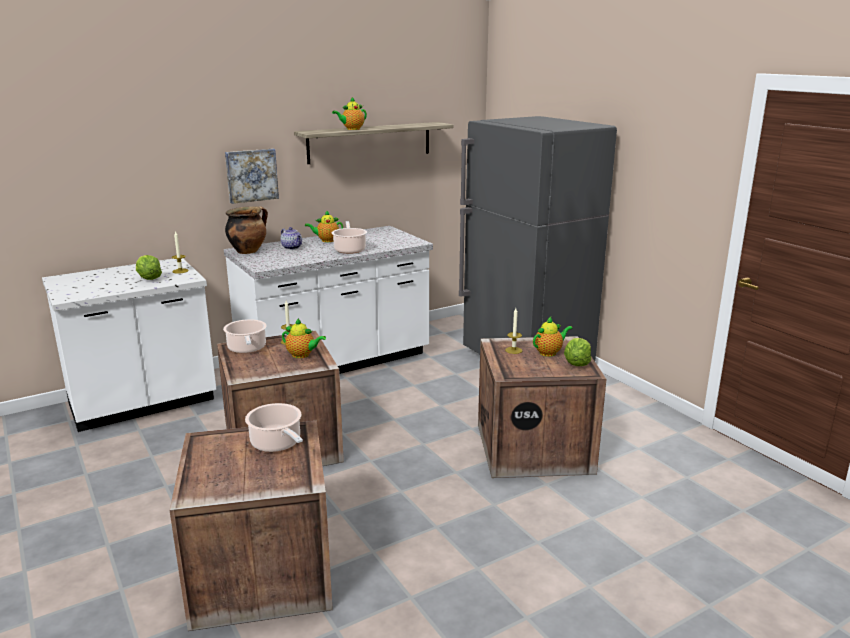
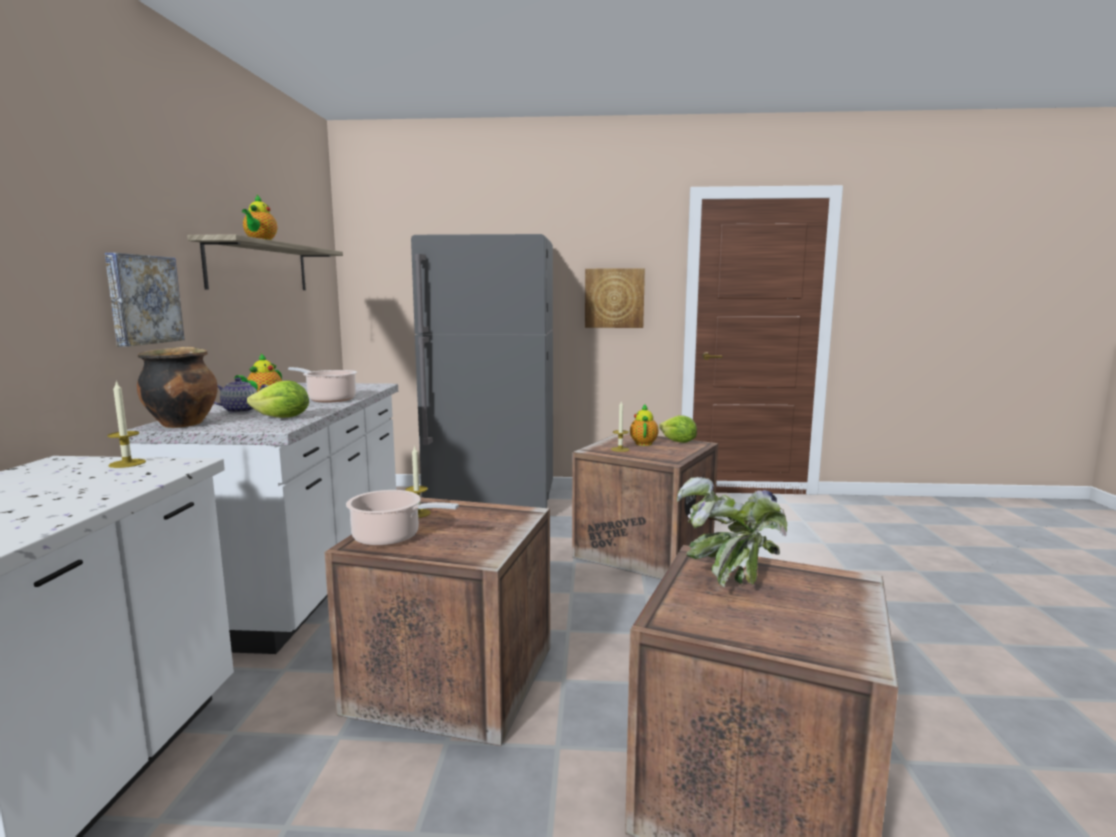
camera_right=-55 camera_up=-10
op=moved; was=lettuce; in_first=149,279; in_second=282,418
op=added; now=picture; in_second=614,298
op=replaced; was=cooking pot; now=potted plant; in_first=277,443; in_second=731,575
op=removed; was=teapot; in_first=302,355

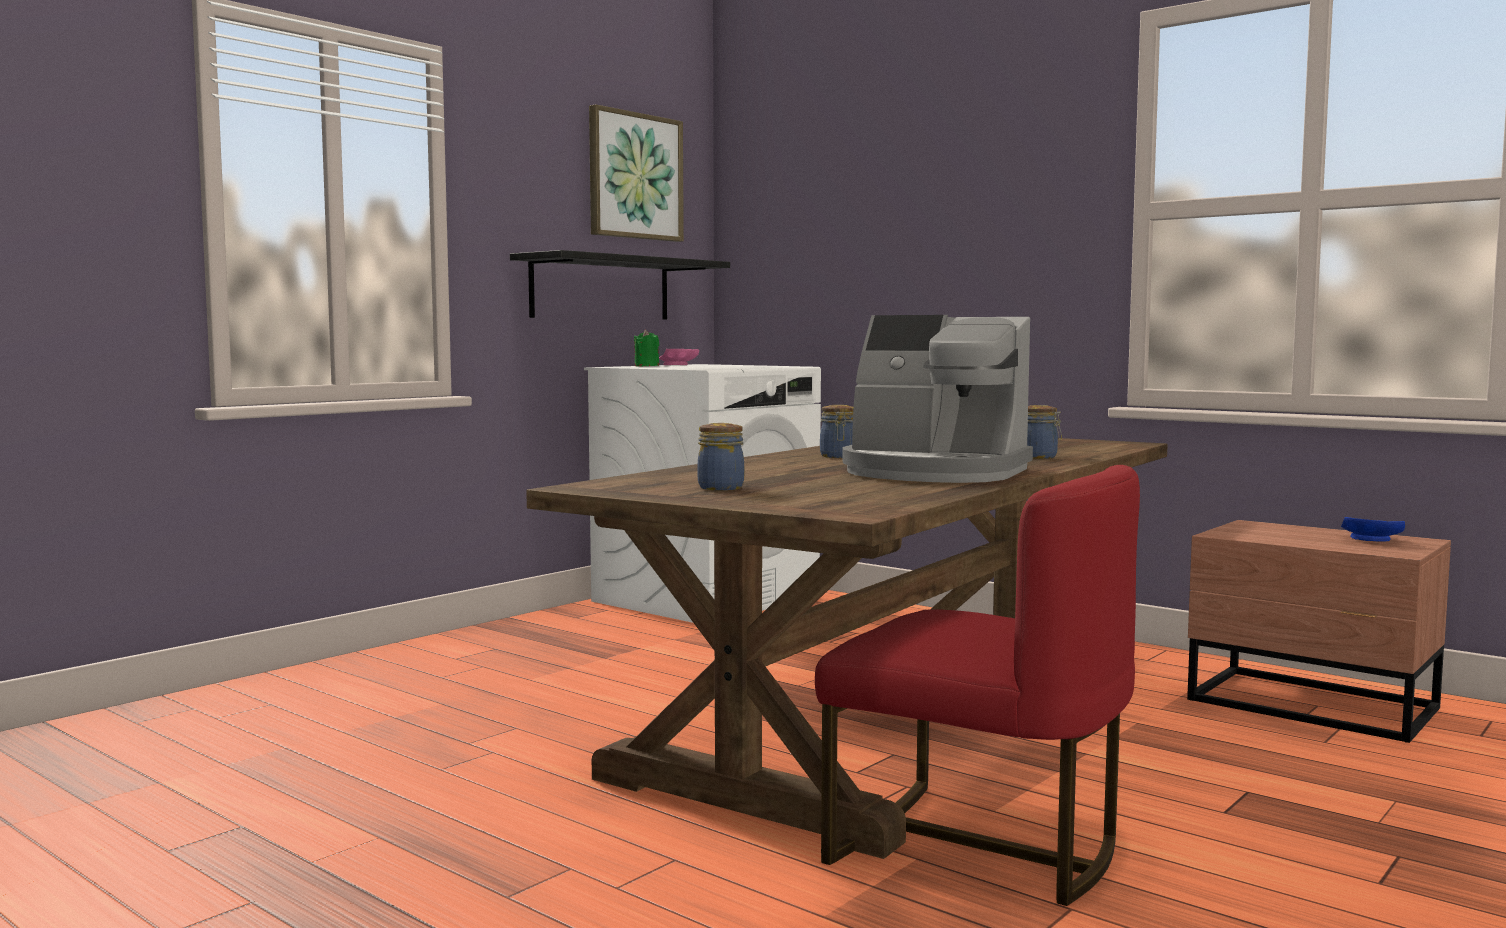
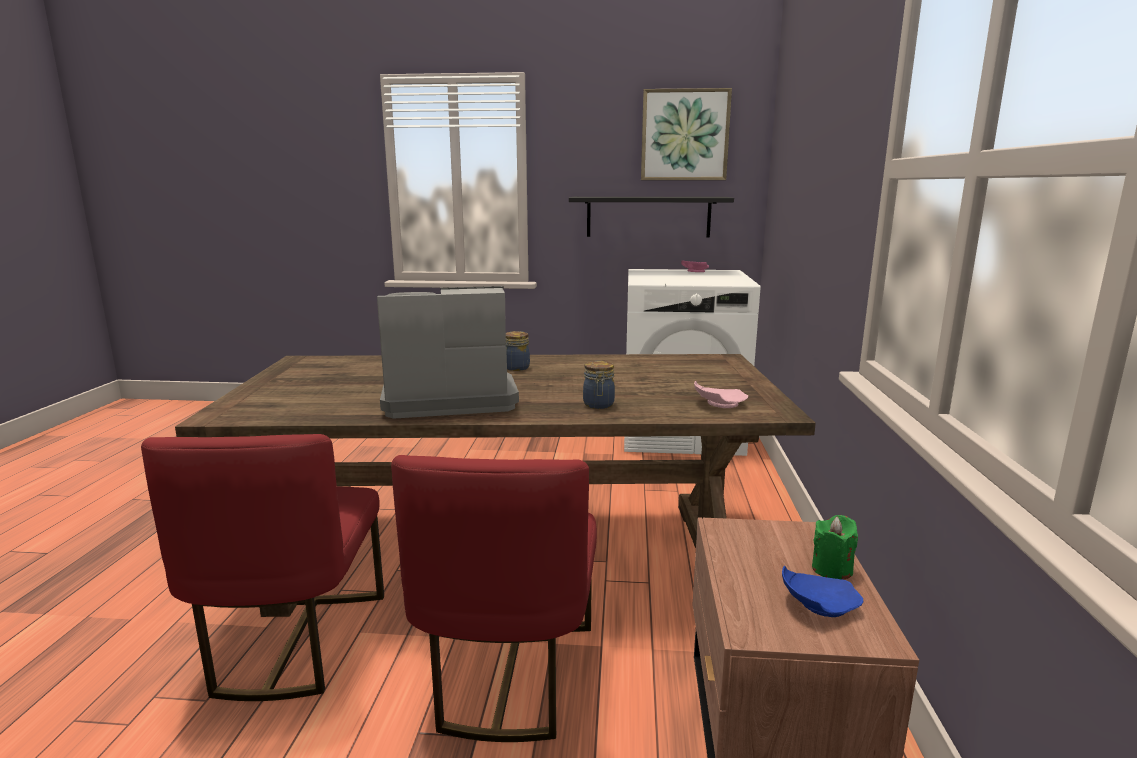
camera_right=55 camera_up=10
op=turned; was=coffee machine; in_first=934,472; in_second=448,398; clockwise=90
op=added; now=chair (red); in_second=507,674
op=added; now=plate (pink); in_second=718,404
op=moved; was=candle (green); in_first=646,366; in_second=832,569
op=removed; was=jar; in_first=720,487

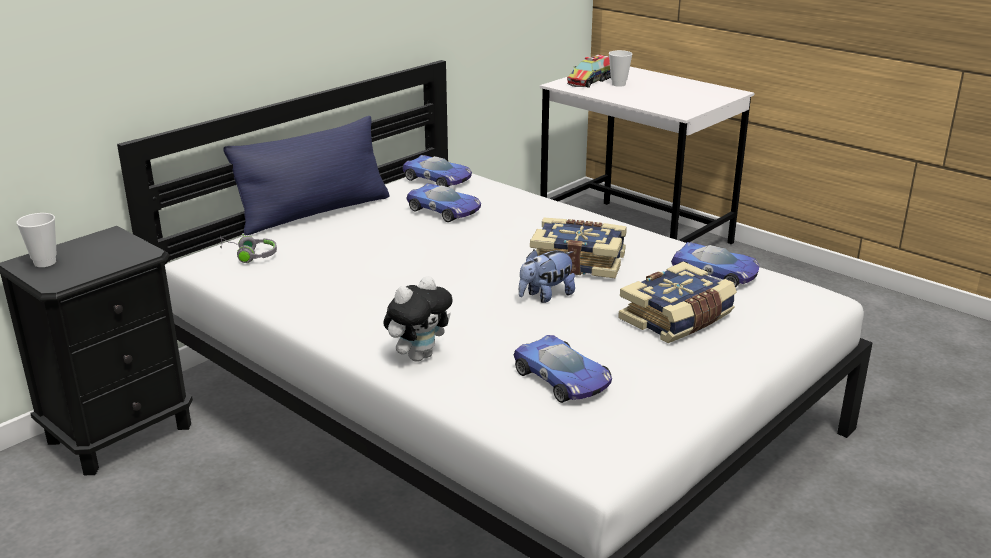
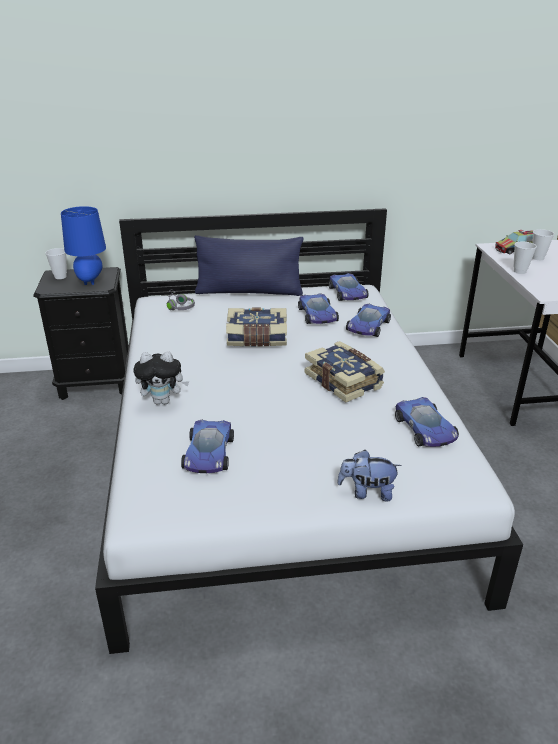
camera_right=40 camera_up=5
op=added; now=table lamp (blue); in_second=90,281
op=moved; was=book; in_first=678,319; in_second=257,338
op=moved; was=plush toy; in_first=546,296; in_second=367,492
op=added; now=toy car; in_second=367,326
op=added; now=cup; in_second=520,271

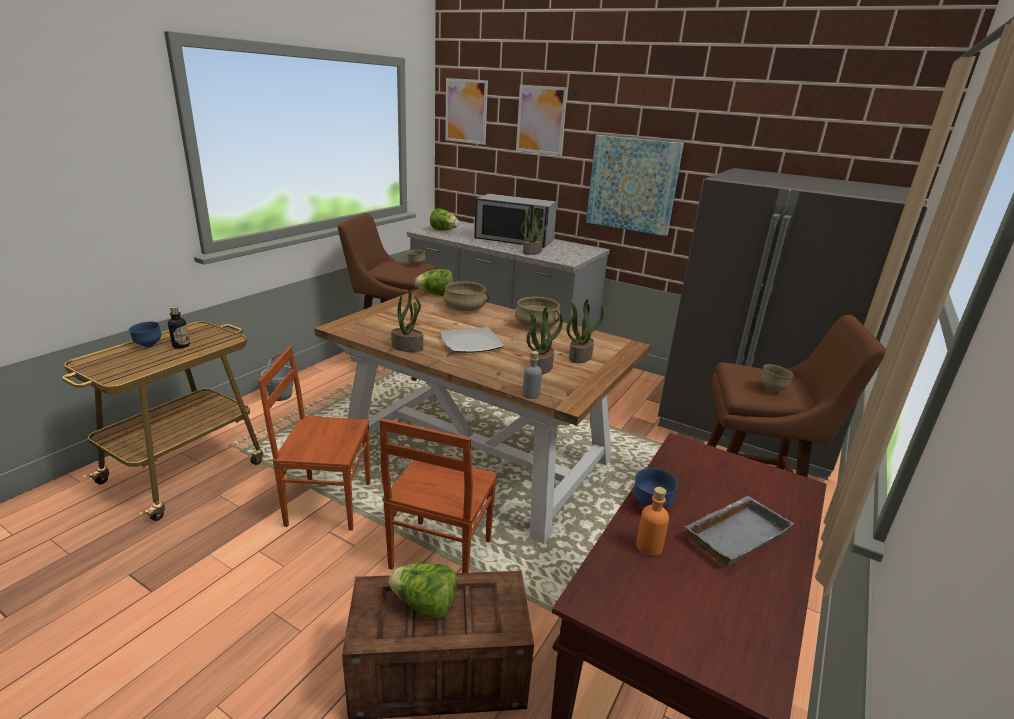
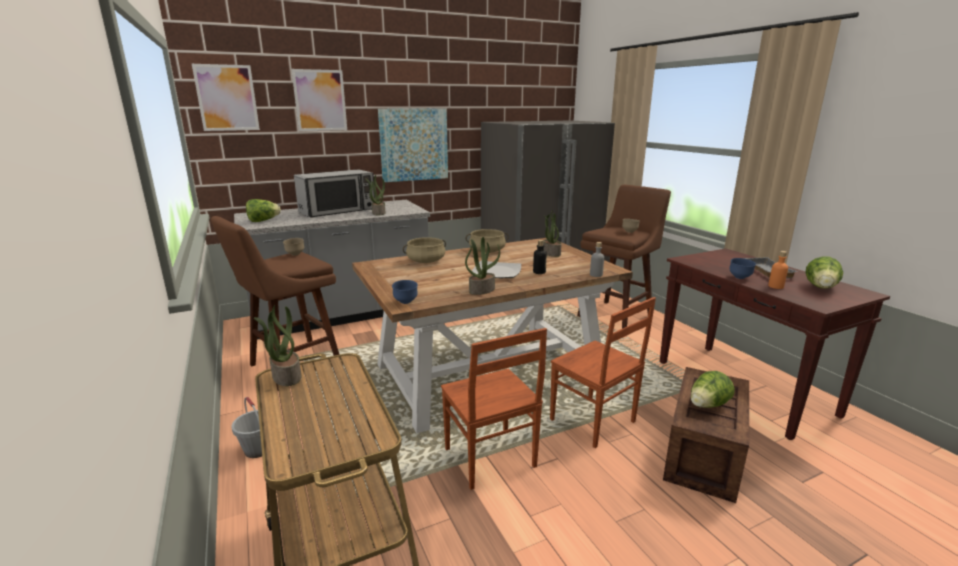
camera_right=-55 camera_up=-5
op=moved; was=potted plant; in_first=540,367; in_second=286,376
op=moved; was=bowl (blue); in_first=148,345; in_second=405,302
op=turned; was=chair (brown); in_first=328,502; in_second=489,459; clockwise=-60
op=moved; was=bottle; in_first=181,345; in_second=539,272
op=moved; was=lettuce; in_first=436,295; in_second=821,288

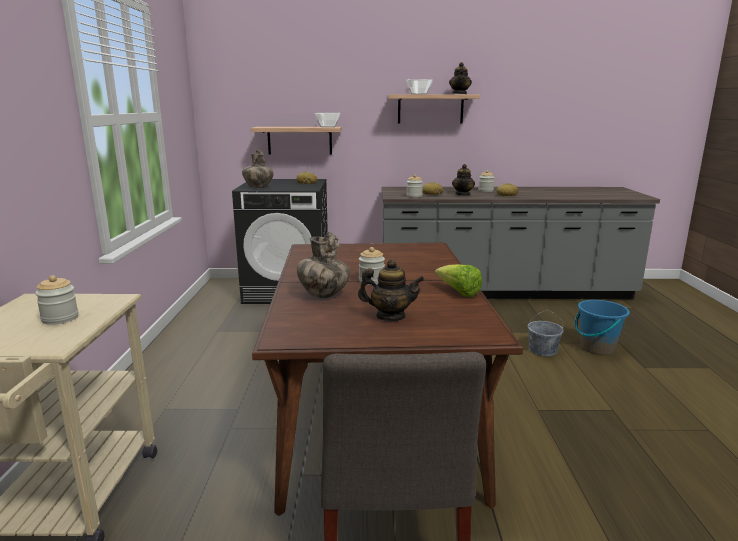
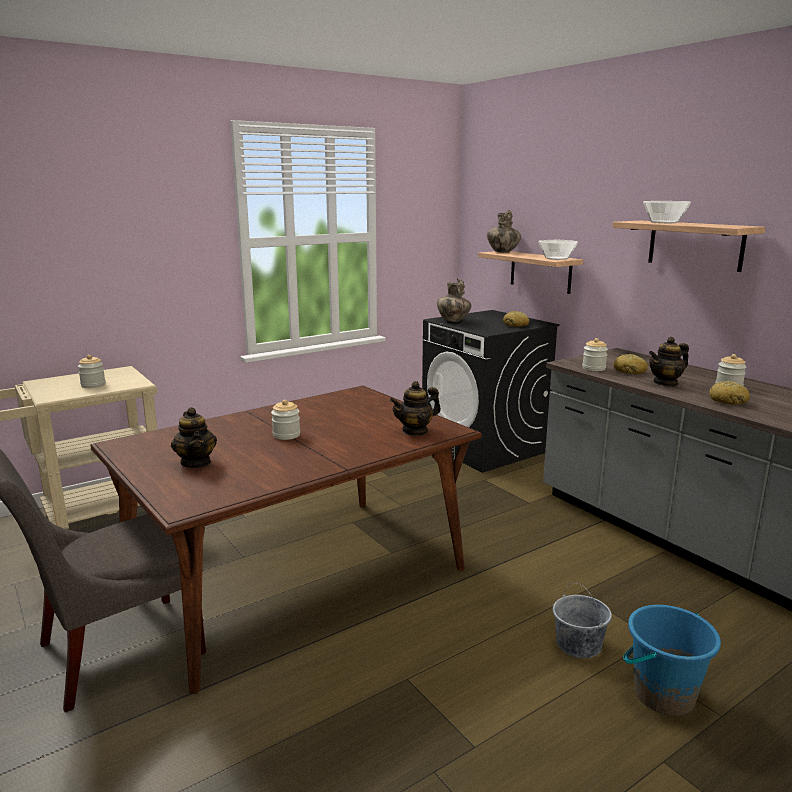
camera_right=55 camera_up=0
op=moved; was=teapot; in_first=460,94; in_second=415,431
op=moved; was=vase; in_first=323,295; in_second=502,252
op=removed; was=lettuce; in_first=458,293

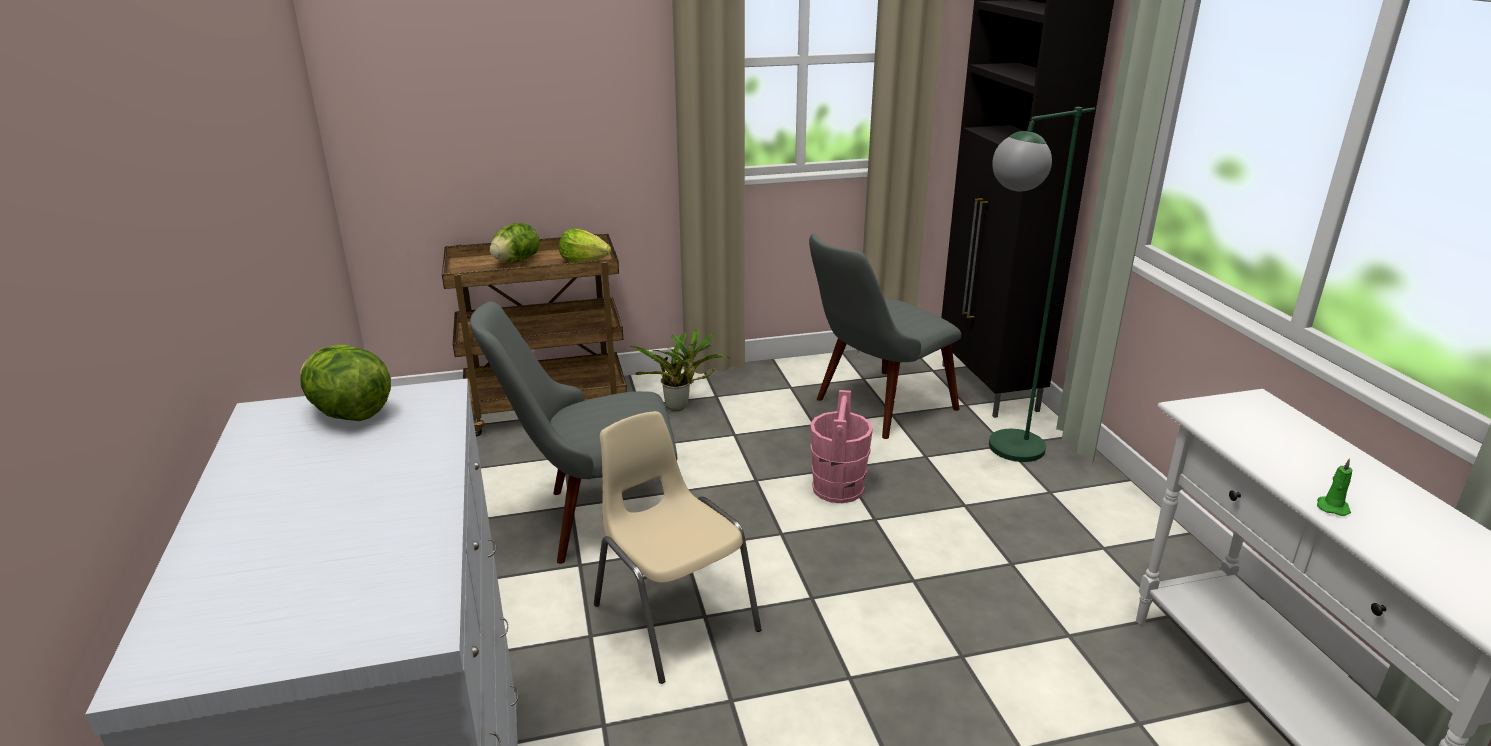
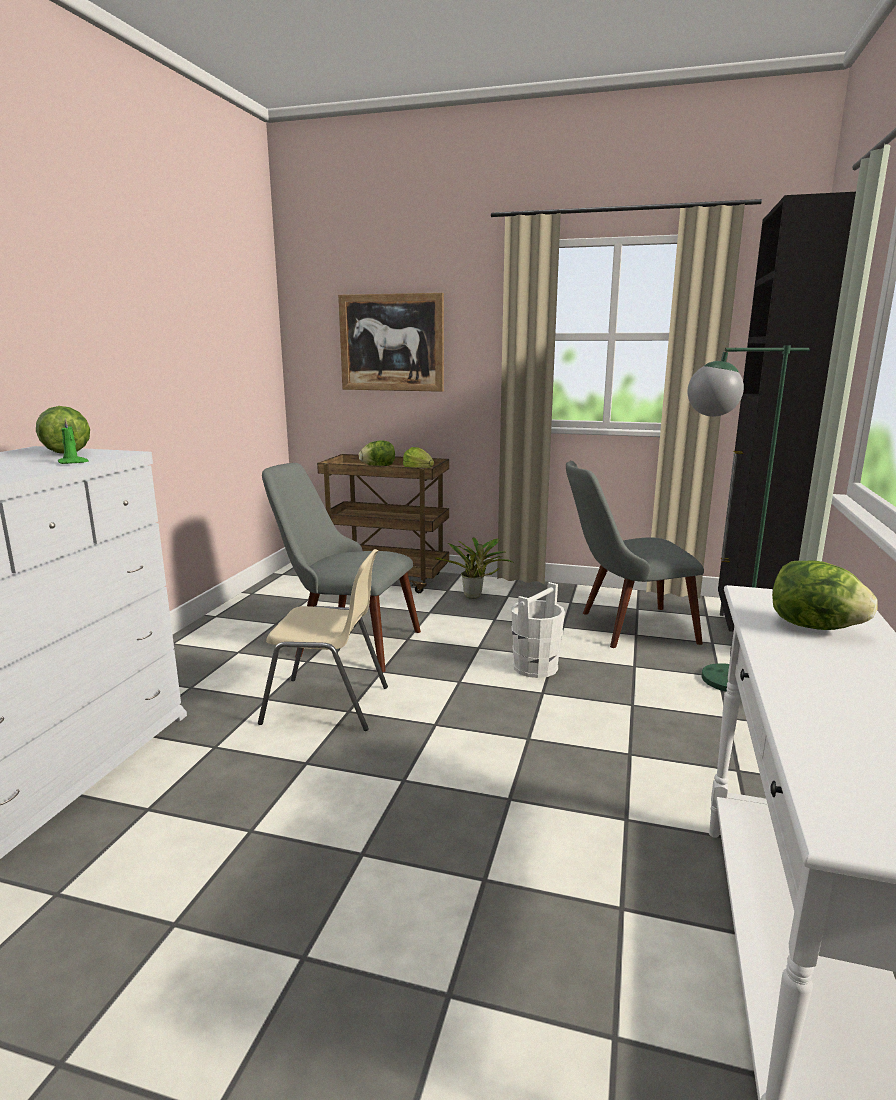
camera_right=30 camera_up=-10
op=moved; was=candle (green); in_first=1332,507; in_second=73,462
op=turned; was=chair (beige); in_first=673,616; in_second=328,705; clockwise=105
op=added; now=picture; in_second=391,343
op=recoloured; was=bucket (pink); now=bucket (white); in_first=838,488; in_second=535,667
op=added; now=lettuce; in_second=814,627

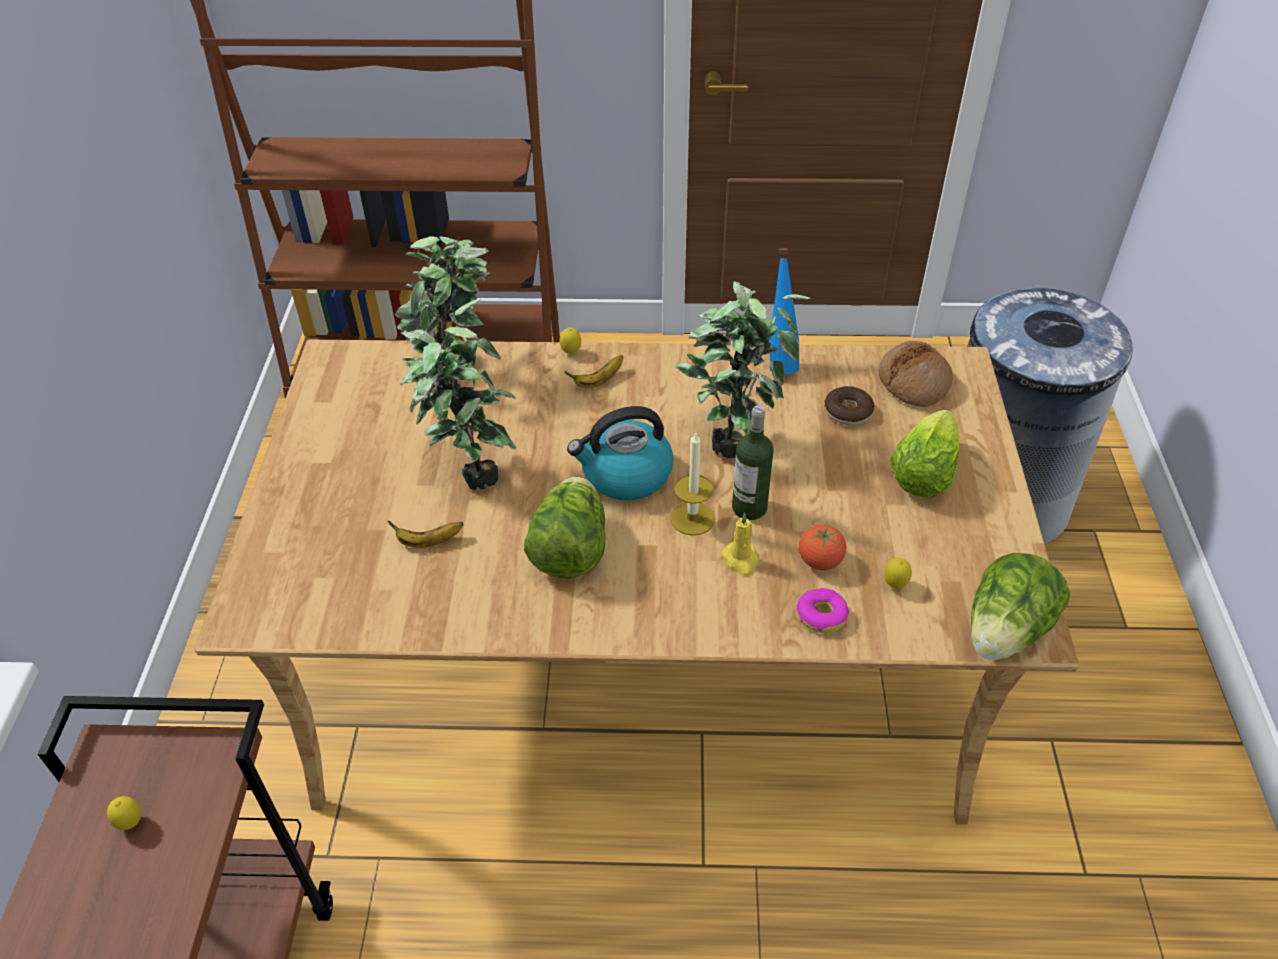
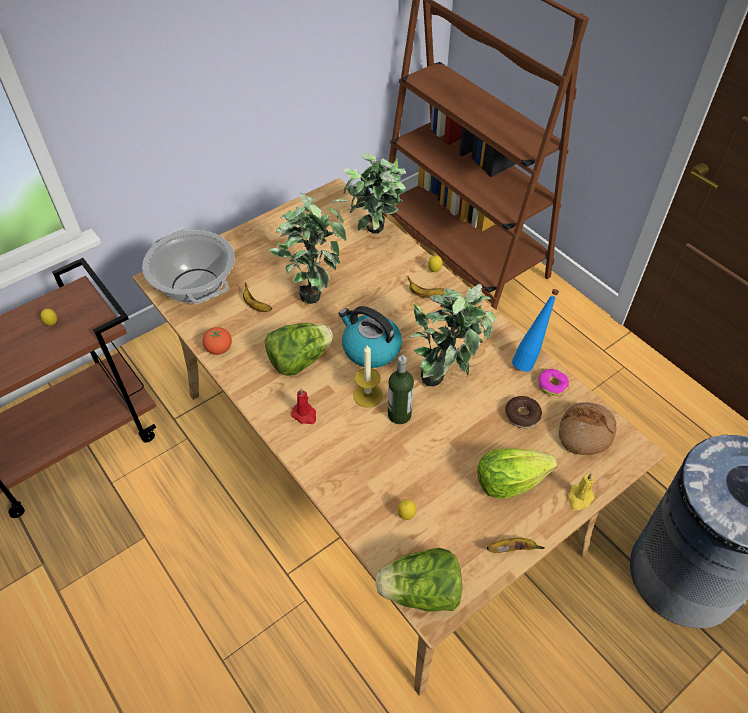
camera_right=50 camera_up=5
op=added; now=cooking pot; in_second=195,286
op=moved; was=tomato; in_first=820,561; in_second=219,349
op=added; now=candle (red); in_second=305,415
op=added; now=banana; in_second=512,549
op=moved; was=donut; in_first=821,615; in_second=552,385
op=moved; was=candle (yellow); in_first=741,560; in_second=579,498

